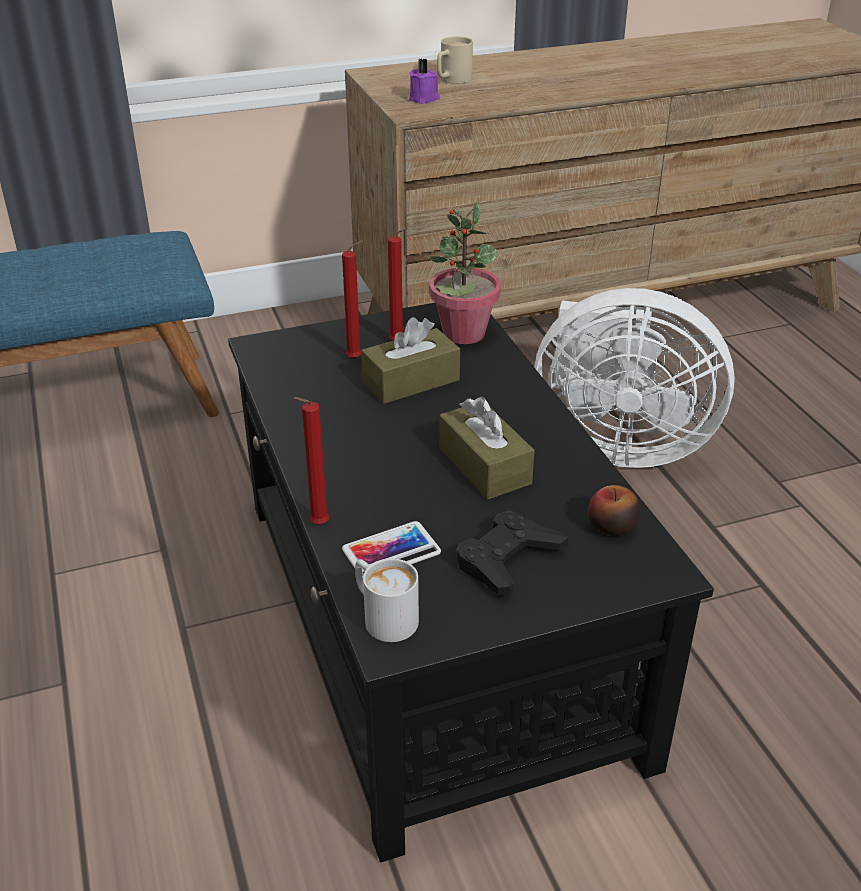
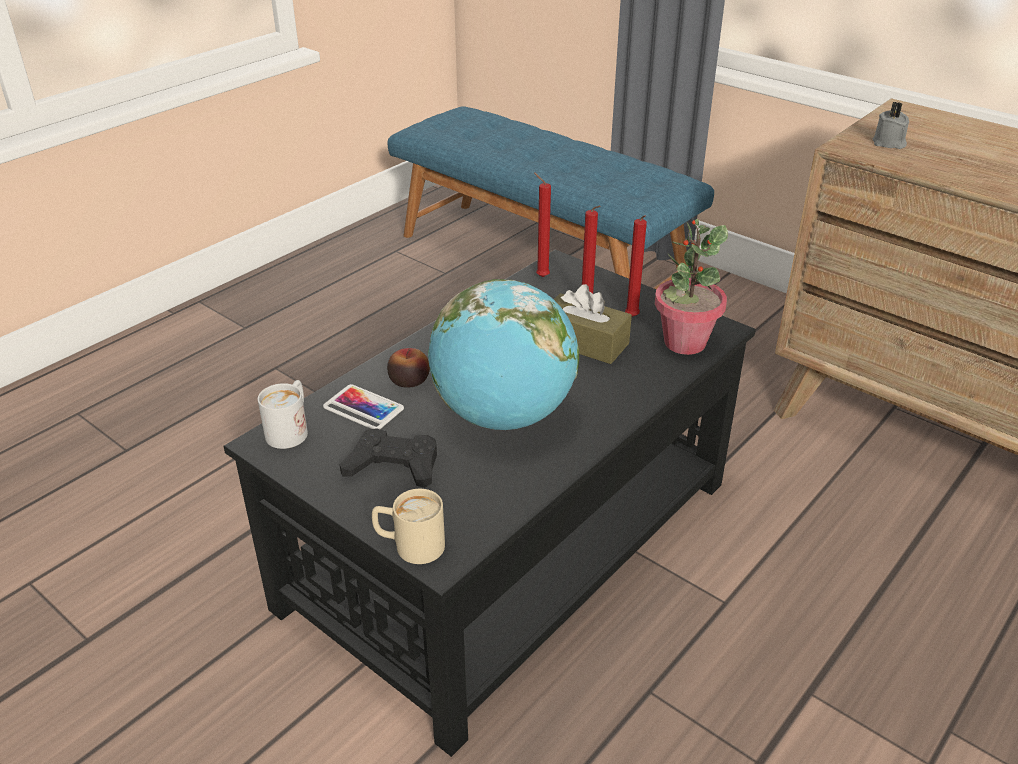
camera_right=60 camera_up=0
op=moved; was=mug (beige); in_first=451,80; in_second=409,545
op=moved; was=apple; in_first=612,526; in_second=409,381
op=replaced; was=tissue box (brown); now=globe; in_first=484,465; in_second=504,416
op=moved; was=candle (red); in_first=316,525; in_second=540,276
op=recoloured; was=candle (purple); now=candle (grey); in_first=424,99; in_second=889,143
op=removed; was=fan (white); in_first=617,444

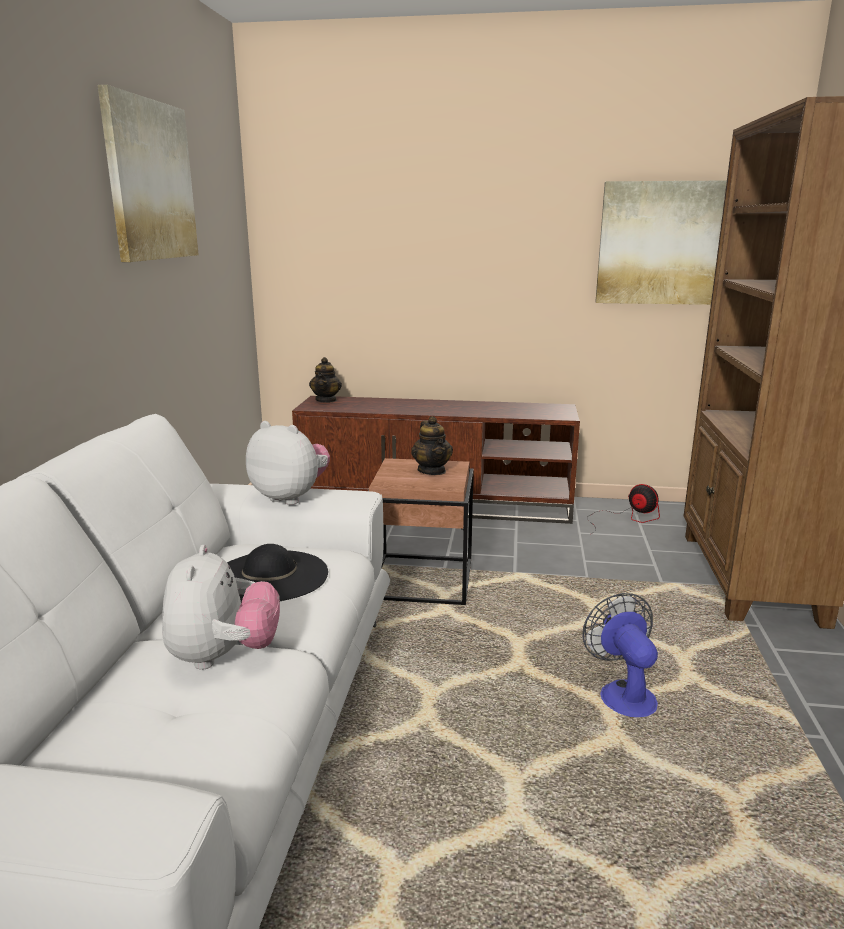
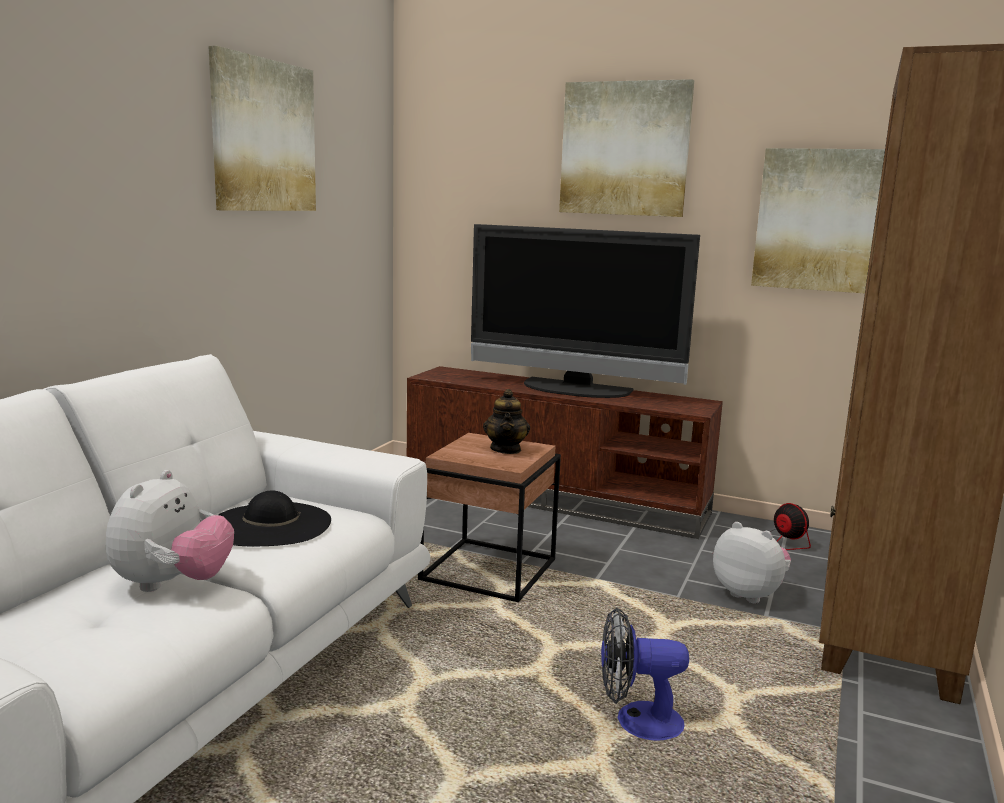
camera_right=15 camera_up=-5
op=added; now=television; in_second=574,389
op=added; now=picture; in_second=624,149
op=turned; was=fan; in_first=622,693; in_second=637,722; clockwise=-90
op=moved; was=plush toy; in_first=291,497; in_second=749,594
op=removed; was=teapot; in_first=326,400

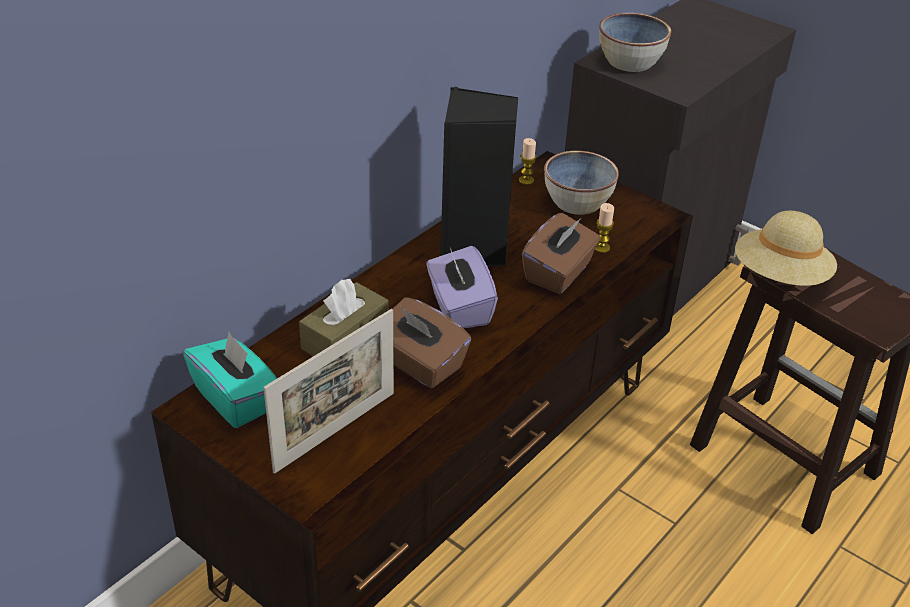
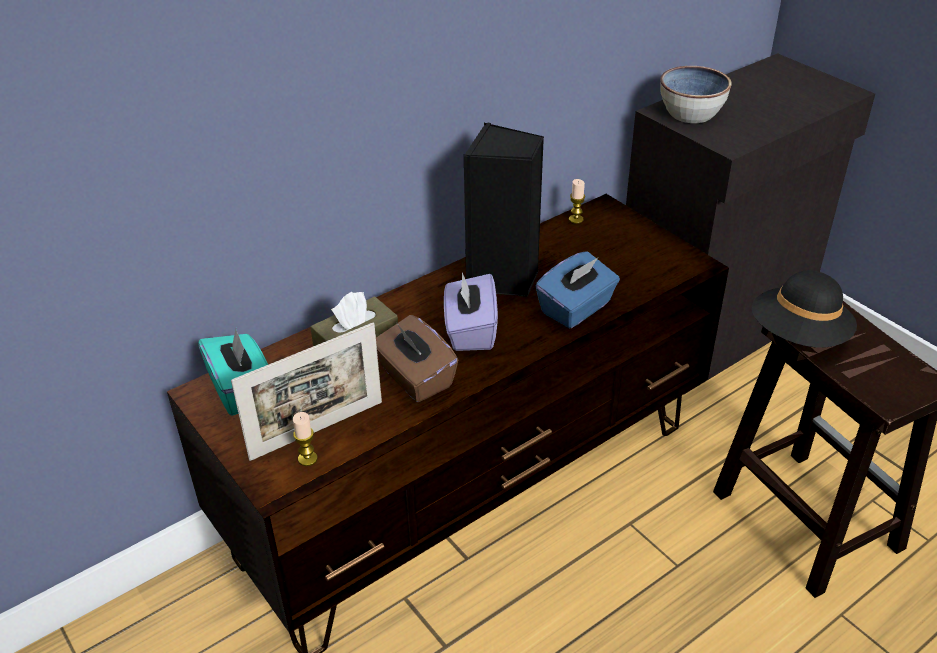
camera_right=15 camera_up=0
op=moved; was=candle; in_first=601,247; in_second=307,459
op=recoloured; was=tissue box (brown); now=tissue box (blue); in_first=559,273; in_second=576,308
op=recoloured; was=hat (beige); now=hat (black); in_first=780,277; in_second=798,336
op=removed; was=bowl; in_first=577,202

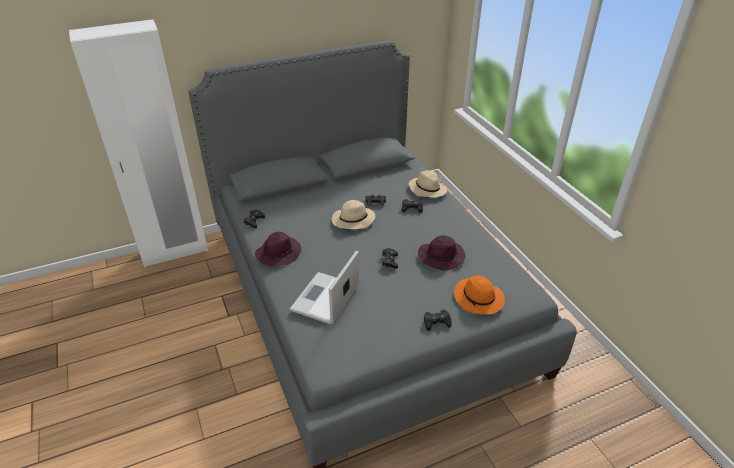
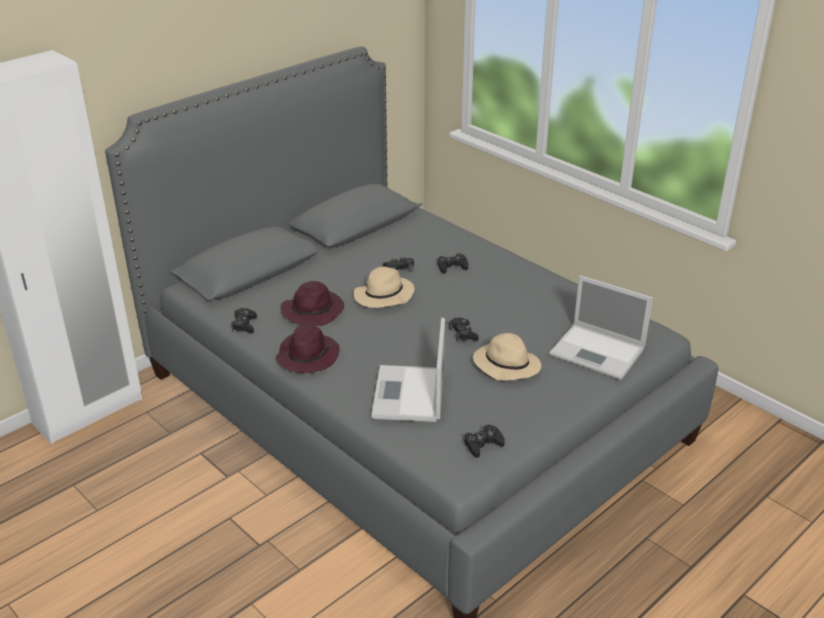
camera_right=-20 camera_up=-5
op=moved; was=hat (purple); in_first=442,256; in_second=313,310
op=moved; was=game controller (black); in_first=436,322; in_second=483,444
op=moved; was=hat (beige); in_first=427,189; in_second=505,365
op=replaced; was=hat (orange); now=laptop; in_first=479,299; in_second=598,352

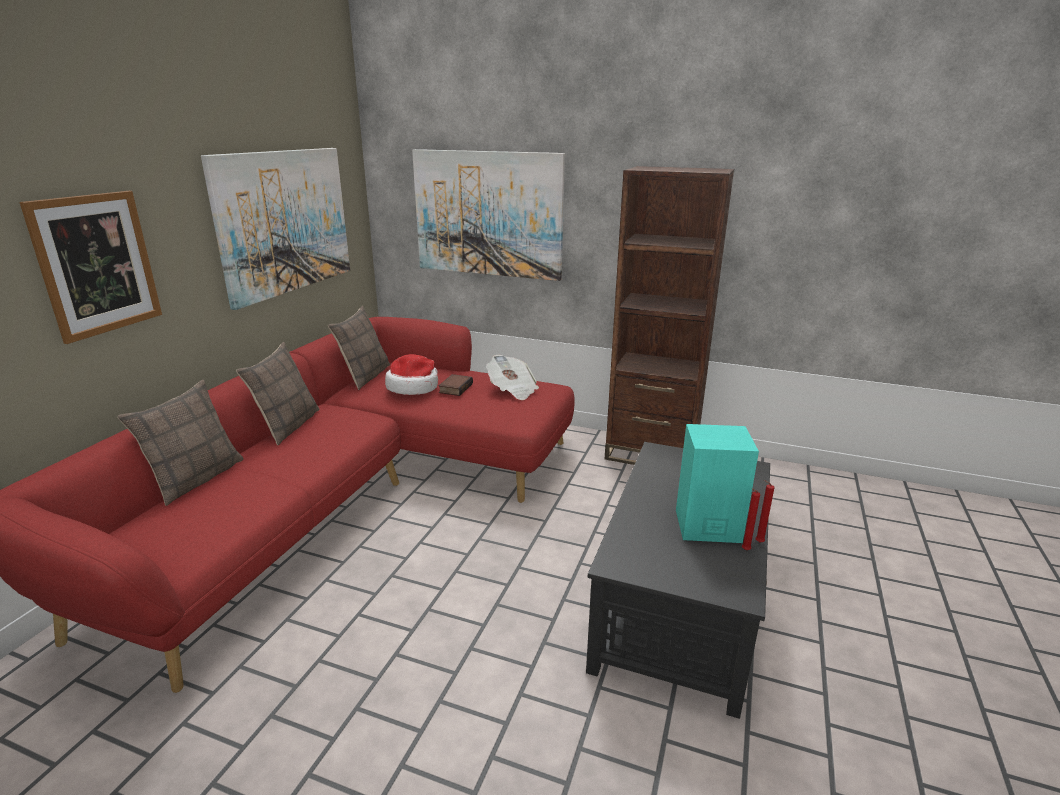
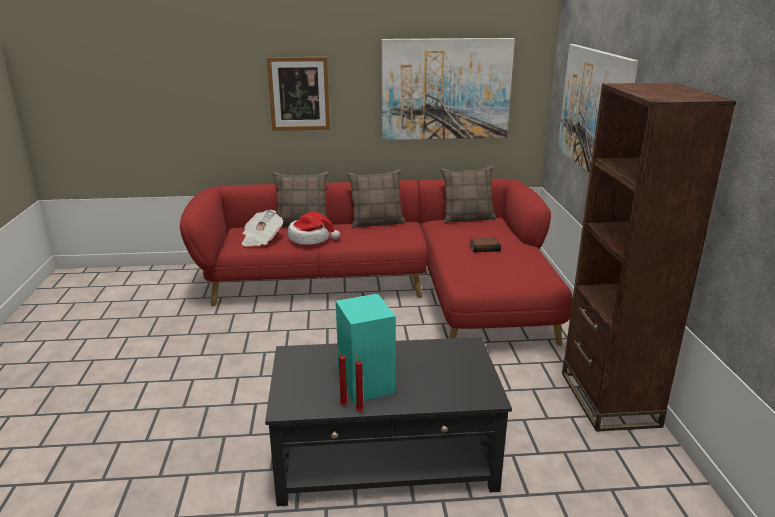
camera_right=65 camera_up=0
op=moved; was=newspaper; in_first=512,390; in_second=261,239
op=moved; was=hat; in_first=413,387; in_second=311,238

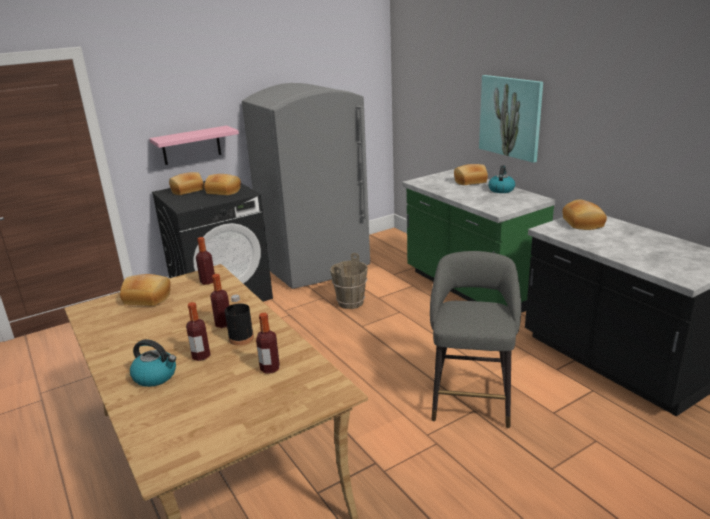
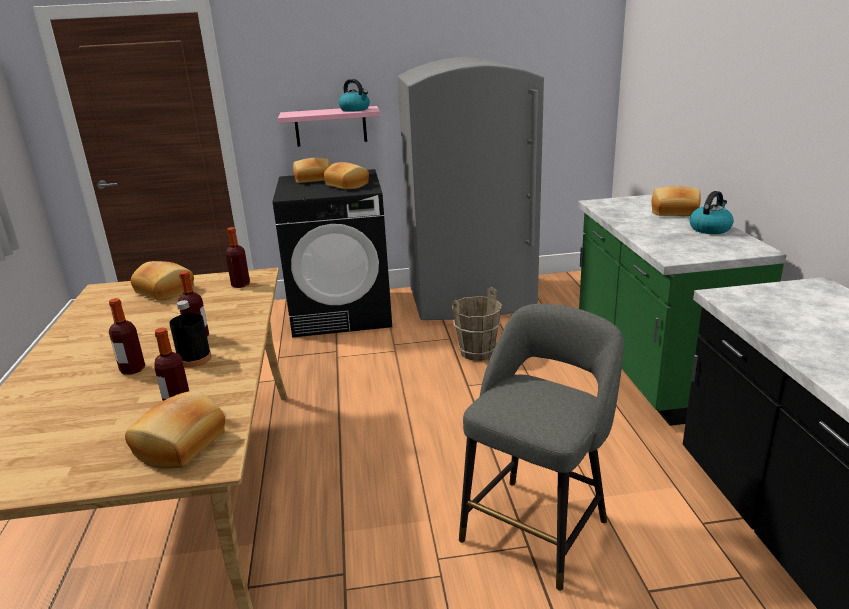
camera_right=25 camera_up=0
op=moved; was=bread; in_first=584,223; in_second=181,445
op=moved; was=kettle; in_first=156,376; in_second=355,109
op=removed; was=picture; in_first=510,117

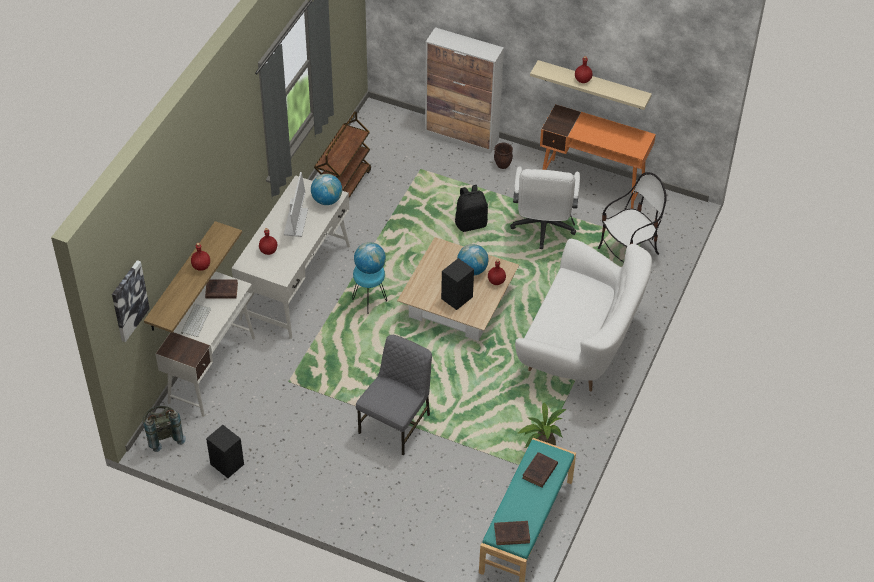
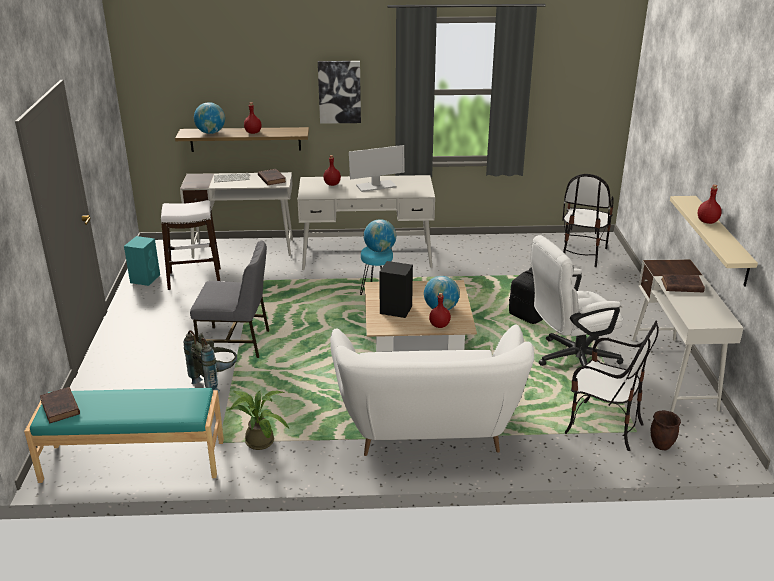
camera_right=65 camera_up=-20
op=recoloured; was=speaker (black); now=speaker (turquoise); in_first=226,464; in_second=145,278
op=added; now=stool (white); in_second=194,279
op=moved; was=backpack (grey); in_first=163,436; in_second=215,381
op=moved; was=globe; in_first=327,200; in_second=211,133
op=moved; was=picture; in_first=129,300; in_second=339,92
op=added; now=chair; in_second=582,254
op=recoloured; was=desk (orange); now=desk (white); in_first=592,185; in_second=673,373
op=moved; was=planter (brown); in_first=503,165; in_second=662,445
op=moved; was=book (brown); in_first=539,472; in_second=680,286
op=removed; was=cart (brown); in_first=343,188
op=removed; was=cabinet; in_first=462,137

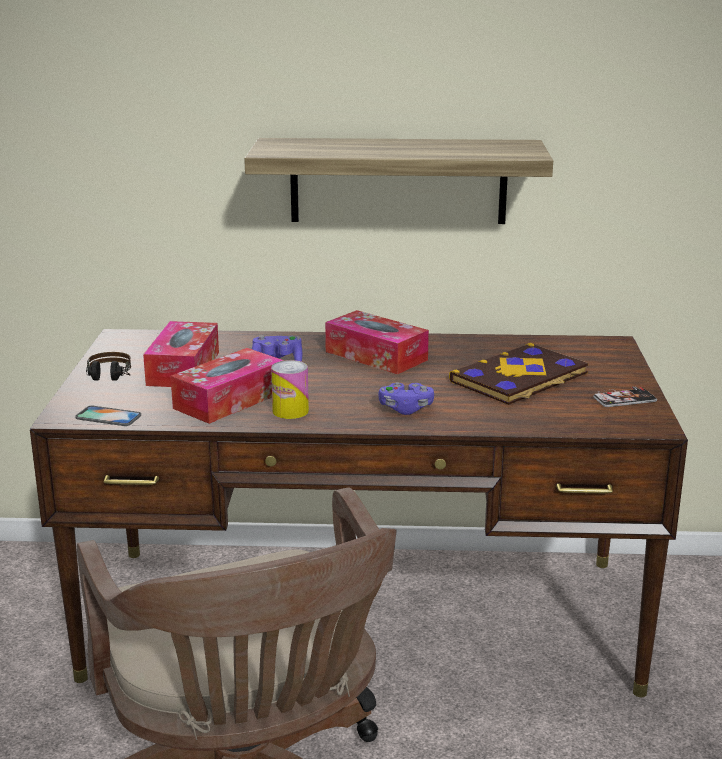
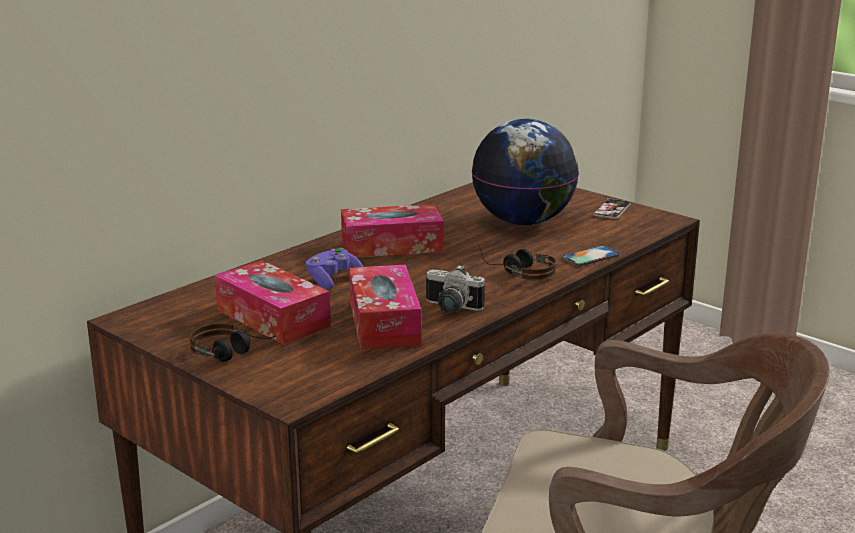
camera_right=-50 camera_up=0
op=replaced; was=can; now=photo camera; in_first=290,411; in_second=450,308
op=replaced; was=book; now=globe; in_first=520,378; in_second=523,222
op=replaced; was=game controller (purple); now=headphones; in_first=406,409; in_second=516,271
op=moved; was=phone; in_first=108,417; in_second=590,256
op=removed; was=shelf; in_first=398,181

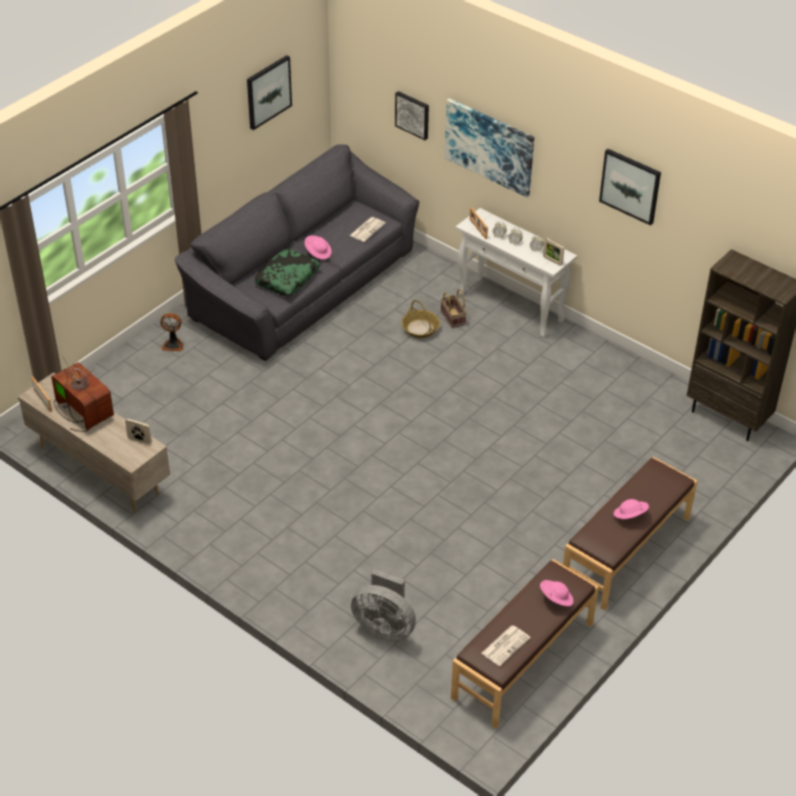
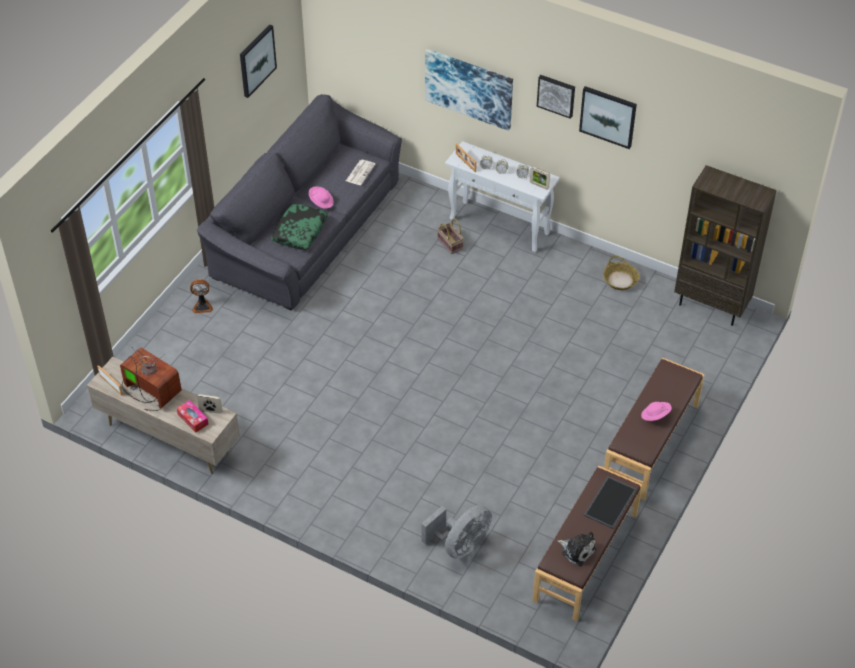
camera_right=-10 camera_up=5
op=added; now=tissue box; in_second=193,419
op=turned; was=fan (grey); in_first=384,626; in_second=460,545; clockwise=-60
op=moved; was=picture; in_first=413,114; in_second=556,95
op=replaced; was=newspaper; now=plush toy; in_first=505,645; in_second=577,550
op=replaced; was=hat (pink); now=tray; in_first=555,598; in_second=609,501
op=moved; was=basket; in_first=420,328; in_second=620,280

